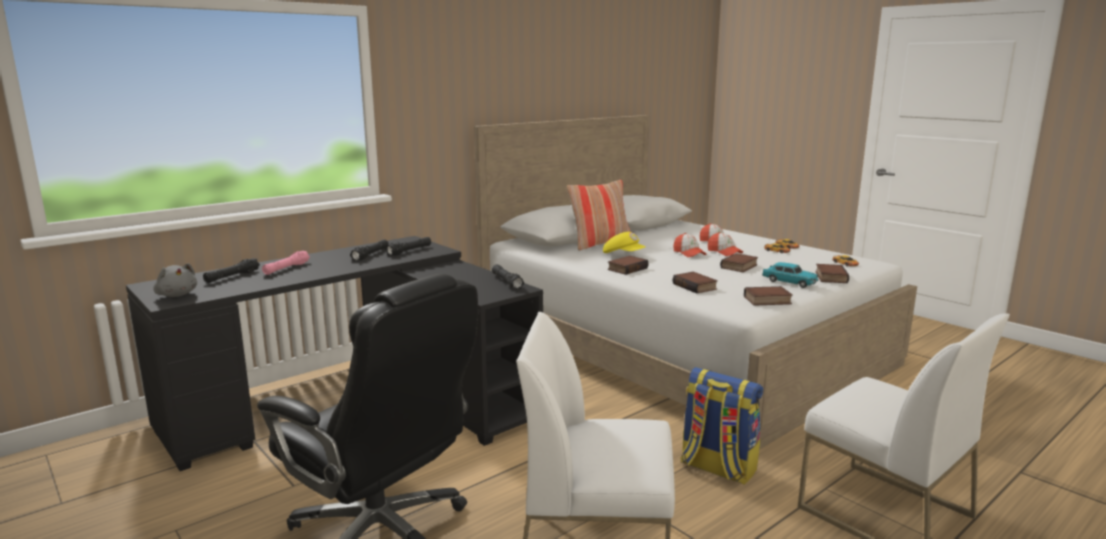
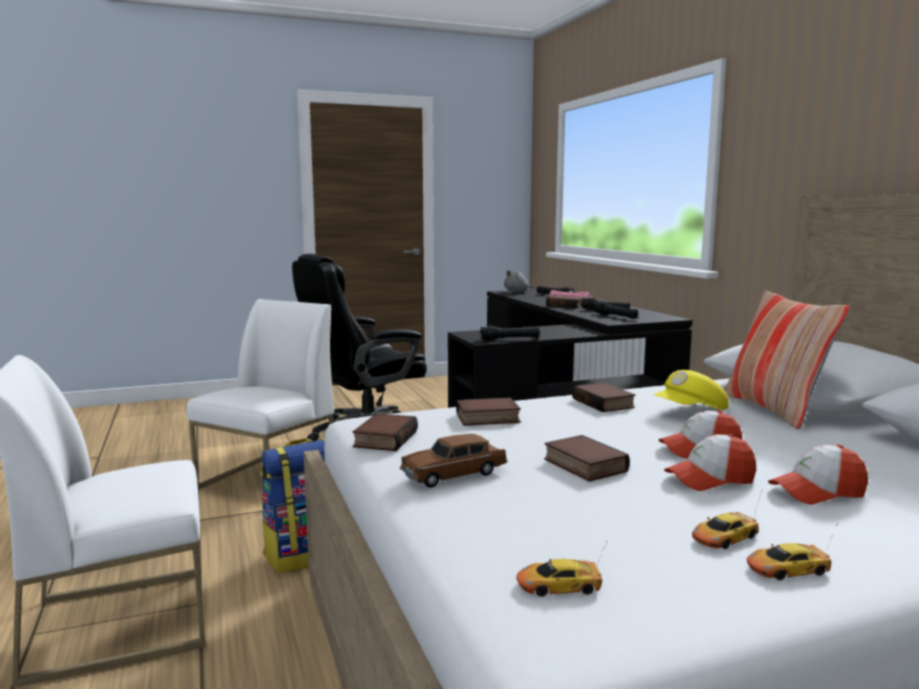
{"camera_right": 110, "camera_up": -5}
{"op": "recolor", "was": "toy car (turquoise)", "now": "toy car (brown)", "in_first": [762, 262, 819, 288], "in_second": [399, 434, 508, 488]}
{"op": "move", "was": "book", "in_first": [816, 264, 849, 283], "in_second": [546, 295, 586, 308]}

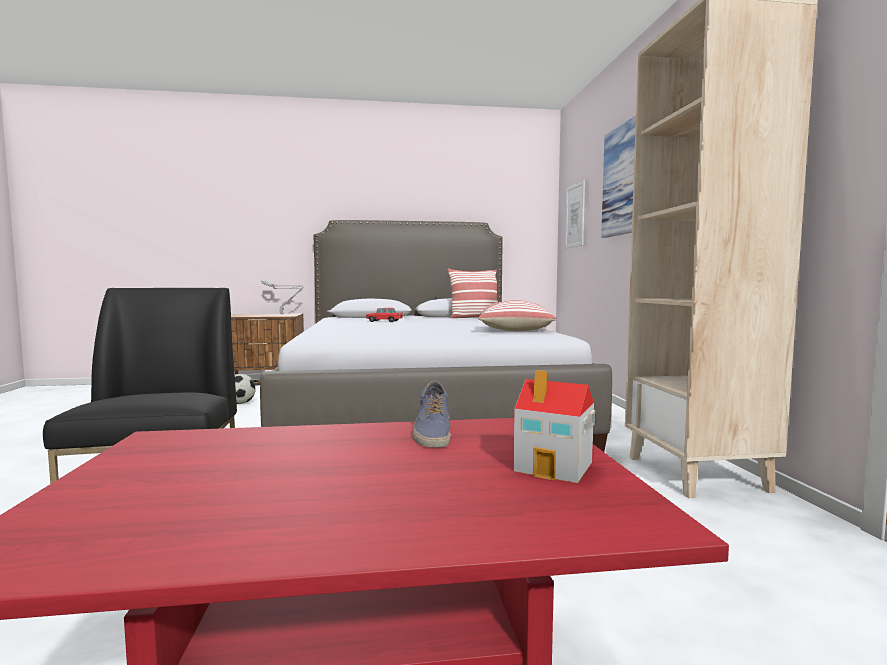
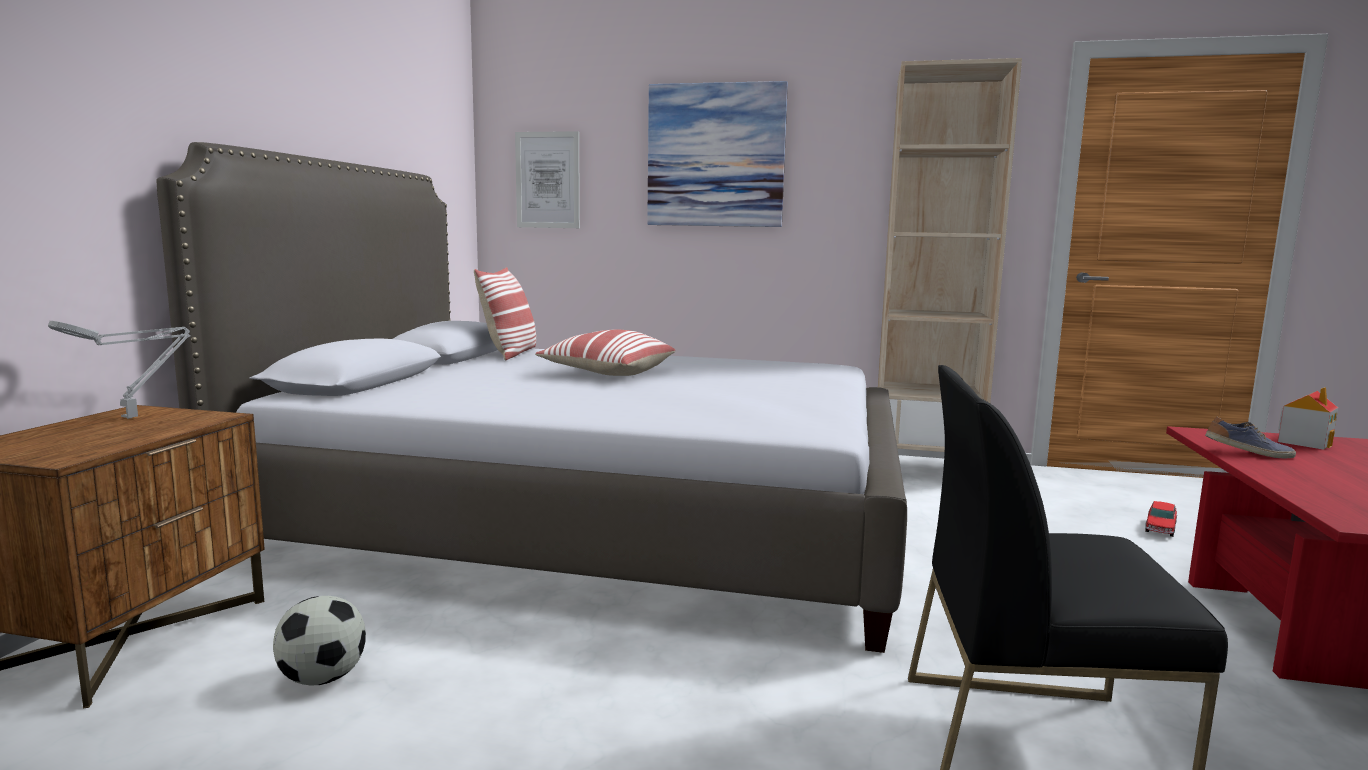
{"camera_right": -70, "camera_up": 5}
{"op": "move", "was": "toy car", "in_first": [366, 308, 403, 322], "in_second": [1145, 501, 1177, 537]}
{"op": "move", "was": "pillow", "in_first": [478, 300, 557, 331], "in_second": [535, 330, 675, 376]}

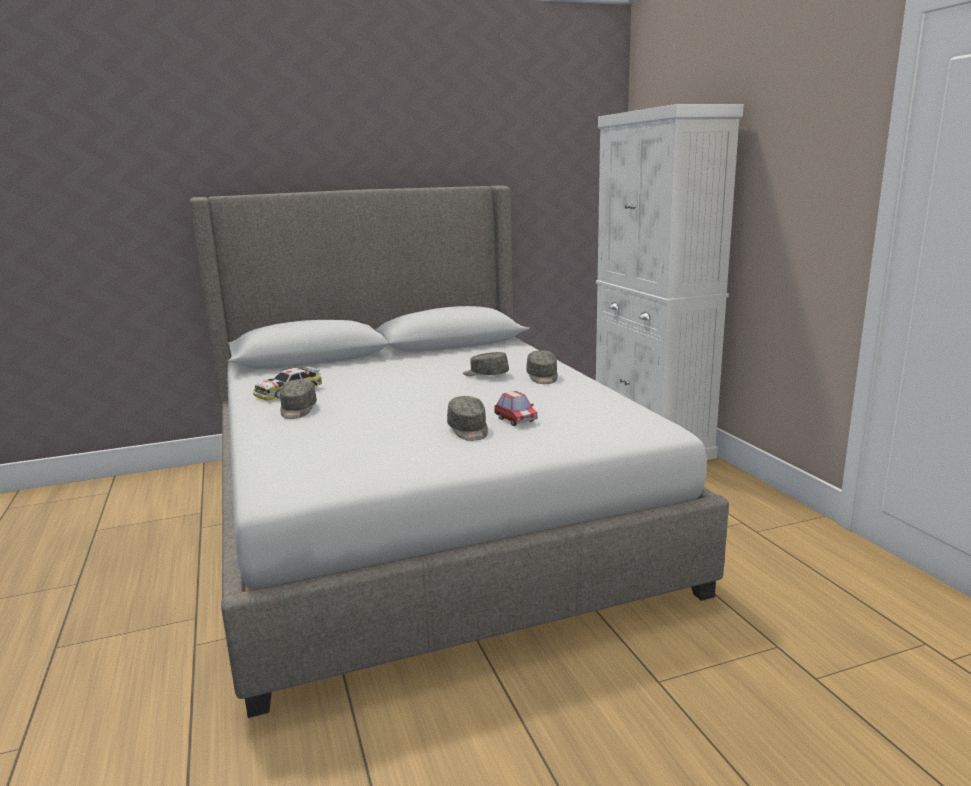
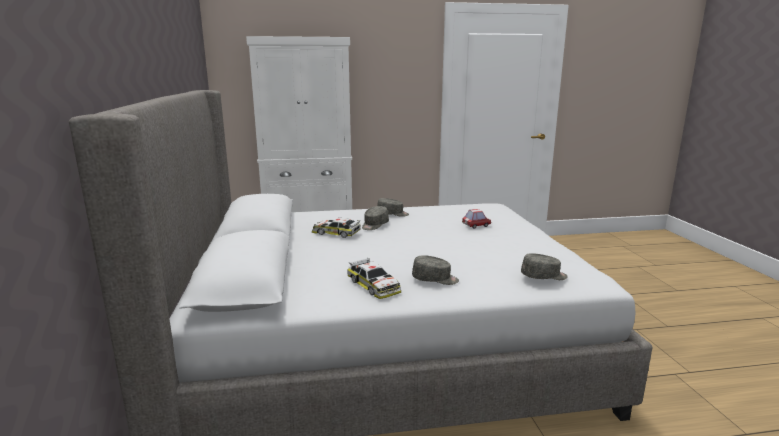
{"camera_right": -80, "camera_up": 0}
{"op": "move", "was": "cap (grey)", "in_first": [447, 396, 488, 441], "in_second": [521, 253, 568, 280]}
{"op": "insert", "now": "toy car", "in_second": [312, 218, 361, 238]}

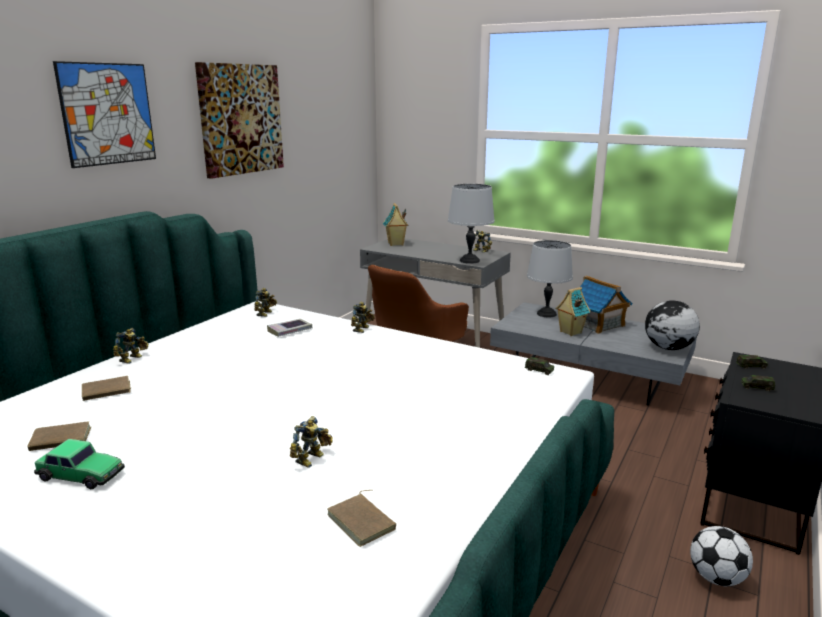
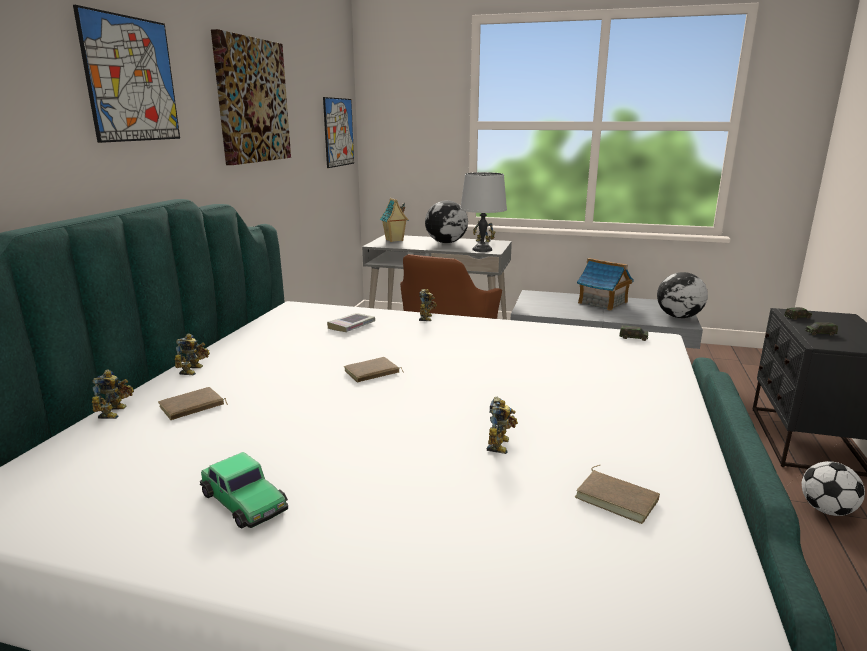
{"camera_right": -15, "camera_up": 0}
{"op": "move", "was": "book (brown)", "in_first": [27, 421, 91, 451], "in_second": [344, 357, 404, 382]}
{"op": "rotate", "was": "toy car", "in_first": [34, 439, 125, 489], "in_second": [200, 452, 288, 529], "clockwise": 45}
{"op": "move", "was": "toy robot", "in_first": [254, 288, 277, 317], "in_second": [92, 369, 134, 419]}
{"op": "delete", "was": "table lamp (grey)", "in_first": [527, 240, 573, 317]}
{"op": "delete", "was": "toy house", "in_first": [555, 287, 591, 336]}
{"op": "insert", "now": "picture", "in_second": [323, 97, 354, 168]}
{"op": "insert", "now": "globe", "in_second": [425, 200, 468, 243]}

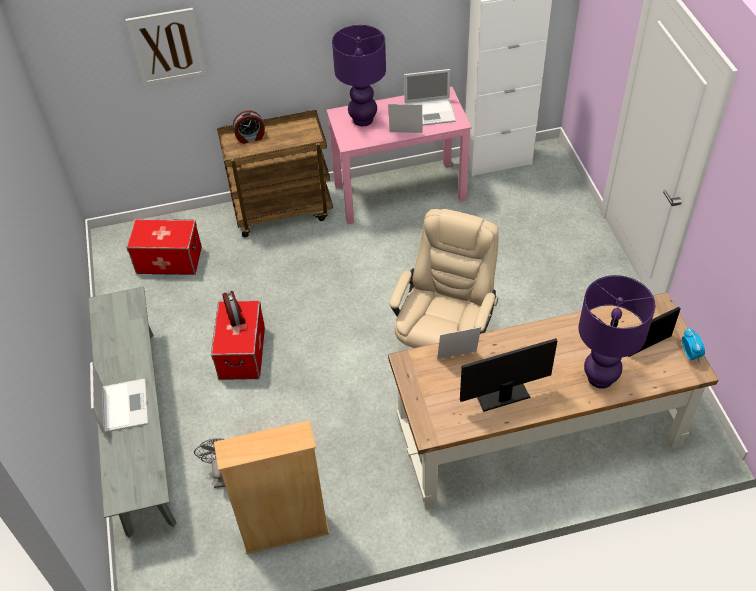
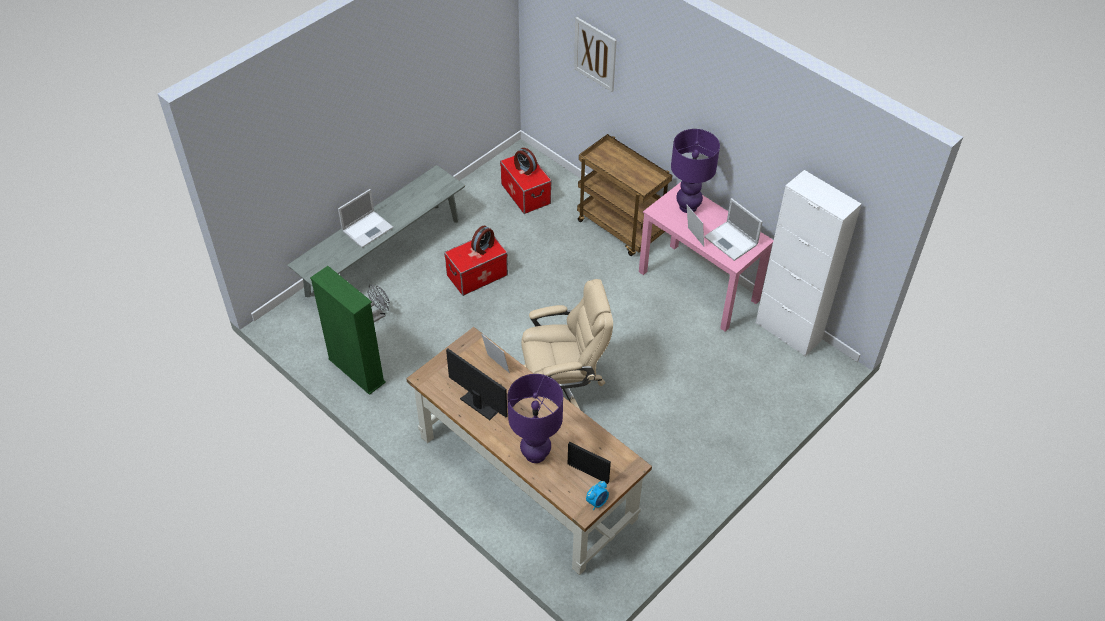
{"camera_right": 55, "camera_up": 0}
{"op": "recolor", "was": "bookcase (beige)", "now": "bookcase (green)", "in_first": [214, 420, 330, 554], "in_second": [310, 266, 386, 395]}
{"op": "move", "was": "alarm clock", "in_first": [233, 111, 265, 144], "in_second": [514, 148, 537, 175]}

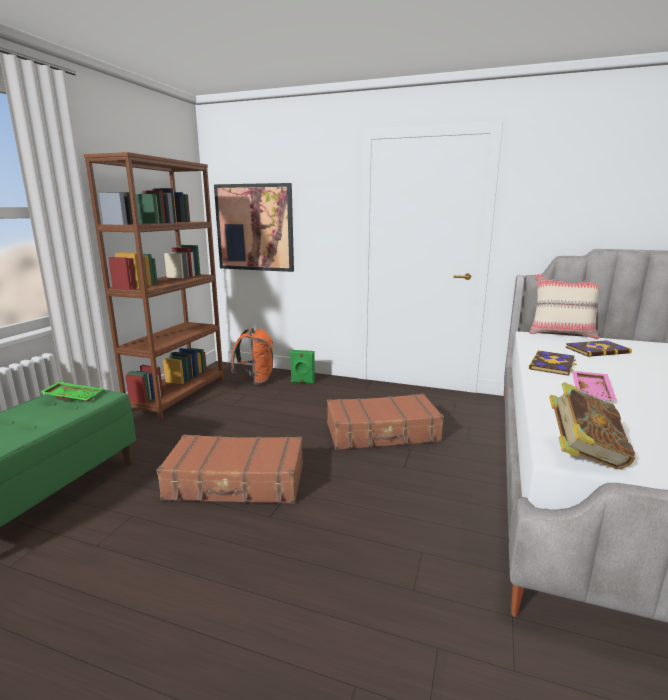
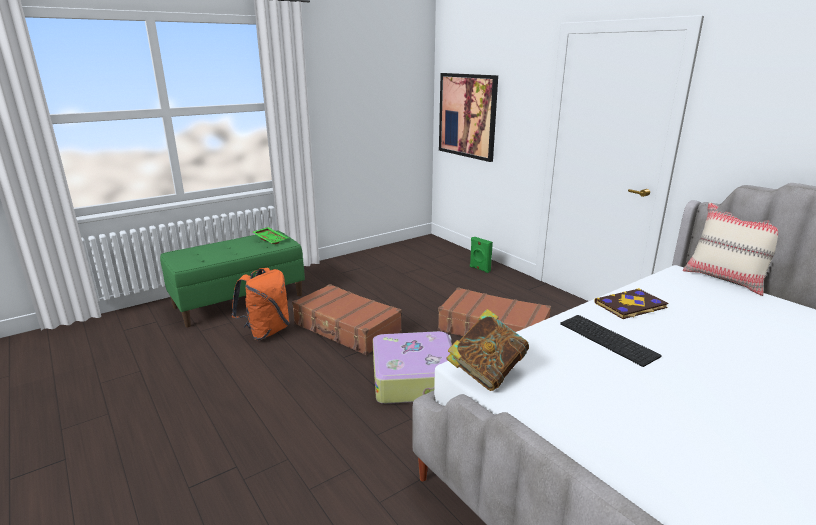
{"camera_right": 35, "camera_up": 5}
{"op": "delete", "was": "bookcase (brown)", "in_first": [84, 152, 224, 419]}
{"op": "move", "was": "backpack (orange)", "in_first": [231, 328, 273, 385], "in_second": [232, 268, 290, 340]}
{"op": "delete", "was": "book", "in_first": [565, 340, 632, 357]}
{"op": "replace", "was": "tray (pink)", "now": "keyboard", "in_first": [572, 371, 617, 401], "in_second": [560, 315, 662, 367]}
{"op": "insert", "now": "suitcase", "in_second": [373, 331, 452, 404]}

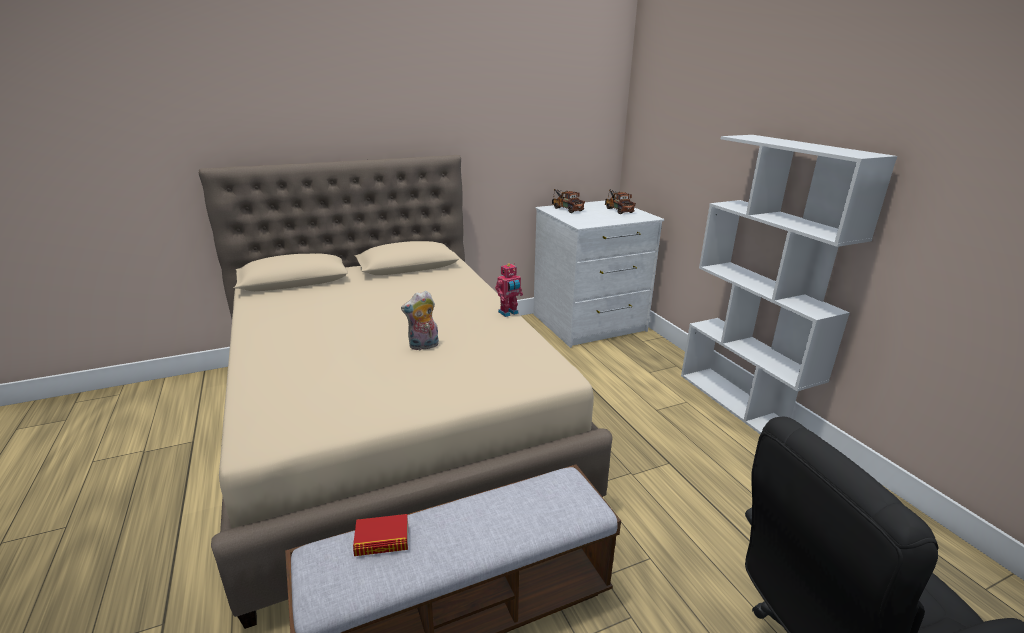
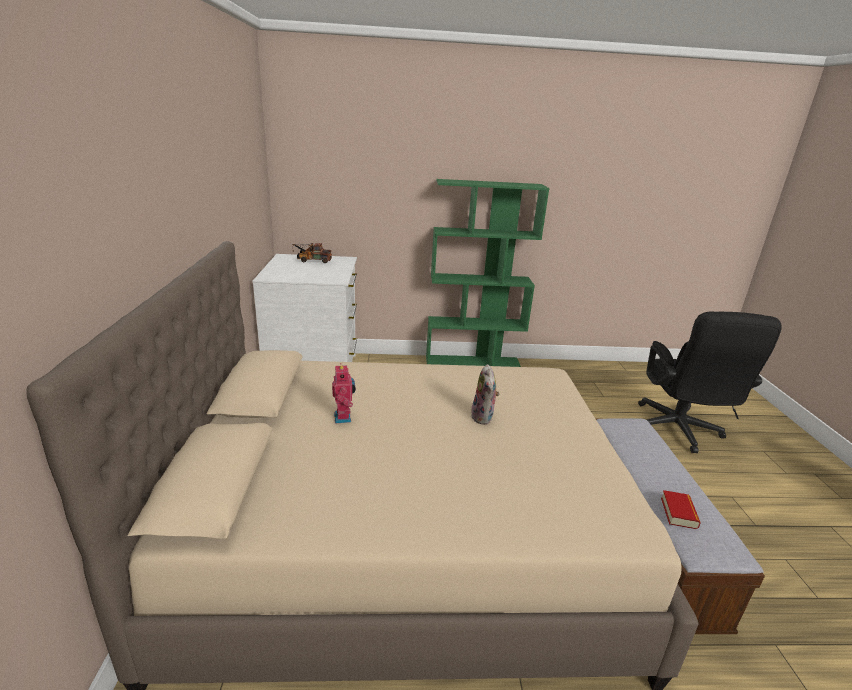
{"camera_right": -70, "camera_up": 0}
{"op": "move", "was": "toy robot", "in_first": [495, 263, 523, 317], "in_second": [332, 363, 356, 424]}
{"op": "delete", "was": "toy truck", "in_first": [552, 189, 585, 213]}
{"op": "recolor", "was": "bookcase (white)", "now": "bookcase (green)", "in_first": [681, 135, 897, 435], "in_second": [426, 179, 549, 367]}

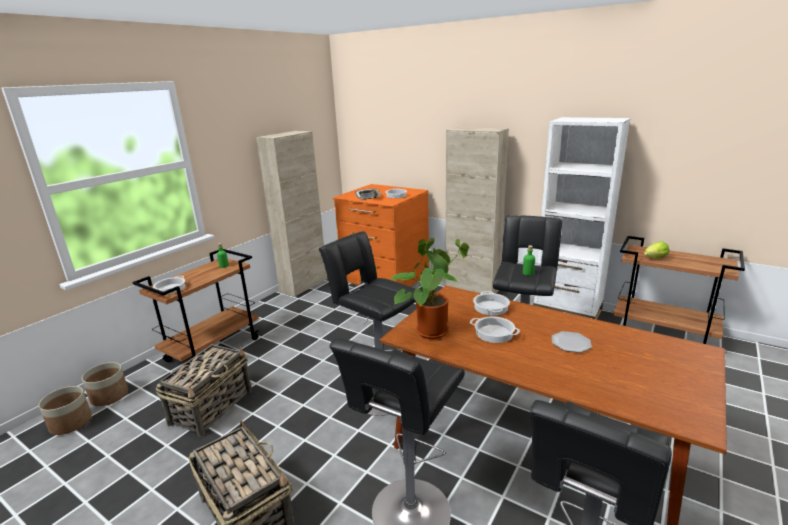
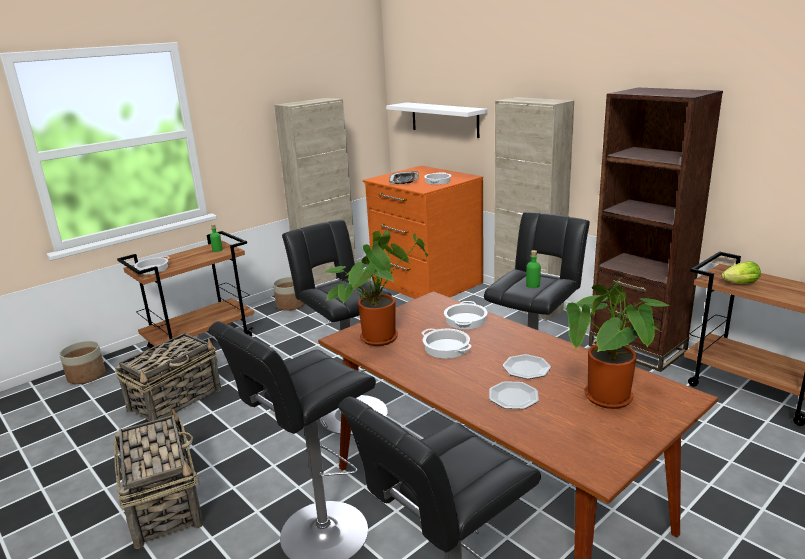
{"camera_right": 15, "camera_up": 0}
{"op": "move", "was": "planter", "in_first": [38, 386, 92, 435], "in_second": [273, 277, 305, 311]}
{"op": "recolor", "was": "bookcase (white)", "now": "bookcase (brown)", "in_first": [533, 117, 631, 320], "in_second": [589, 88, 723, 372]}
{"op": "insert", "now": "shelf (white)", "in_second": [386, 102, 488, 138]}
{"op": "insert", "now": "plate", "in_second": [489, 381, 539, 409]}
{"op": "insert", "now": "potted plant", "in_second": [566, 279, 672, 409]}

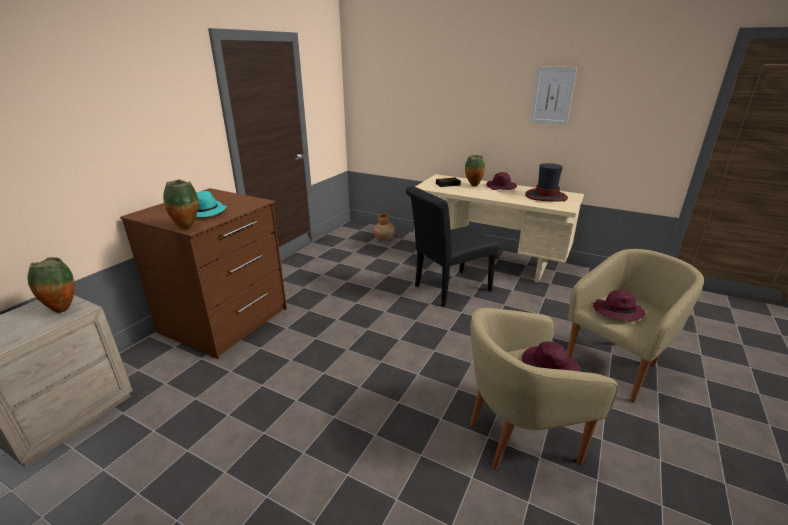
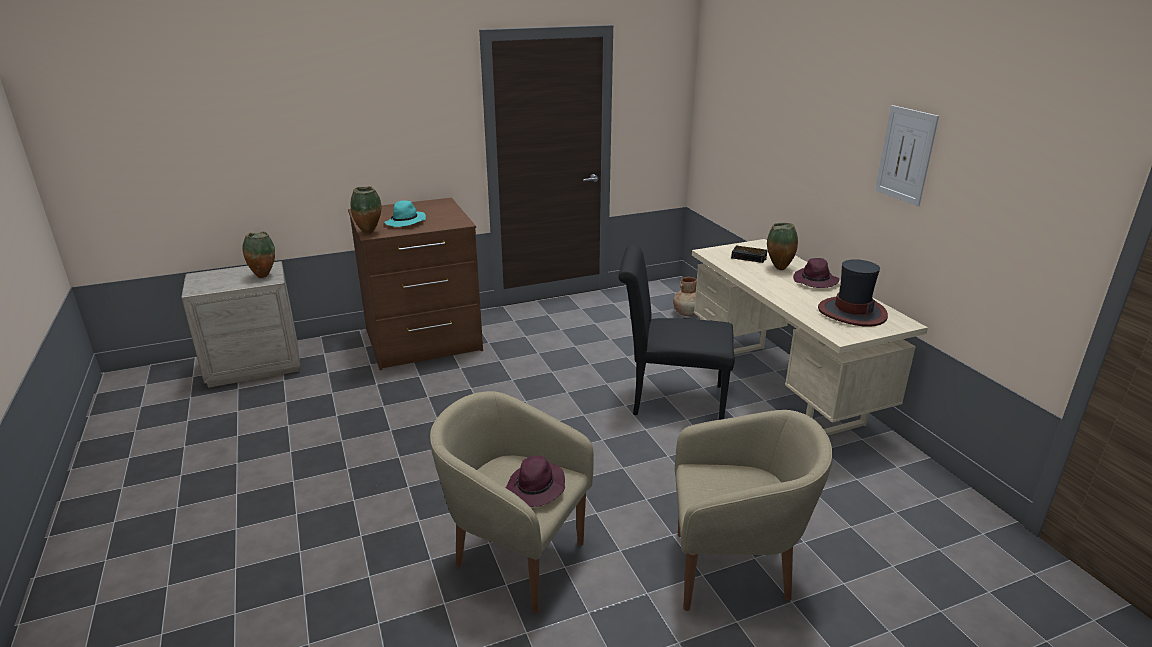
{"camera_right": 40, "camera_up": 0}
{"op": "delete", "was": "hat (purple)", "in_first": [593, 290, 646, 322]}

